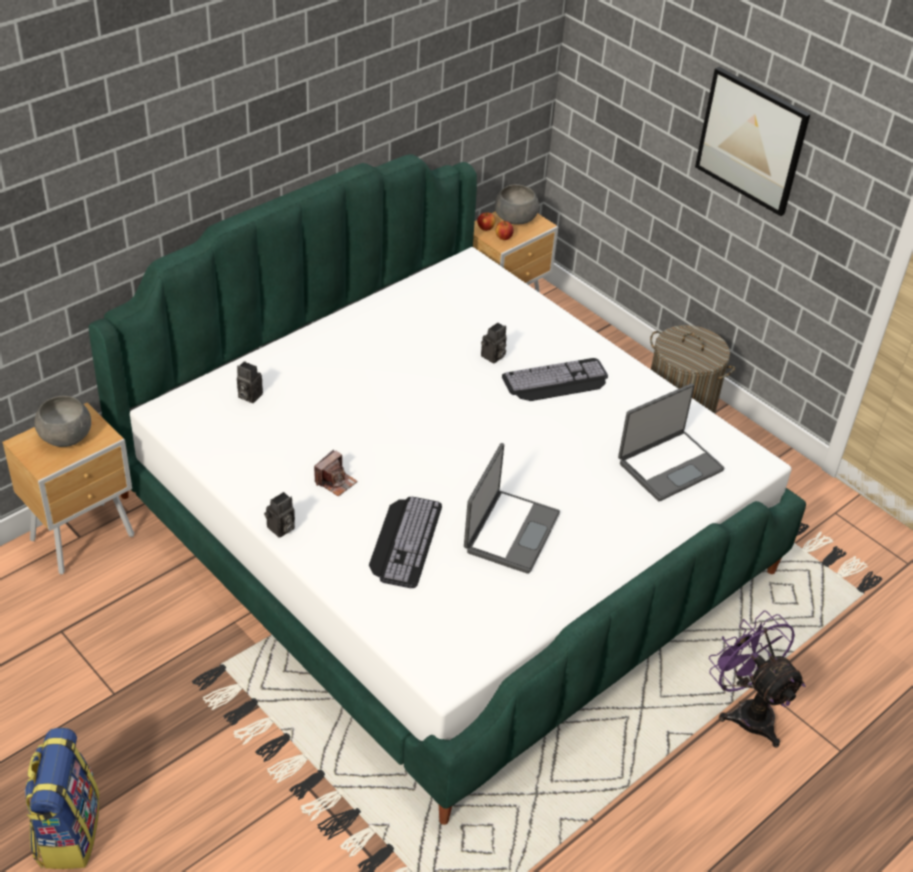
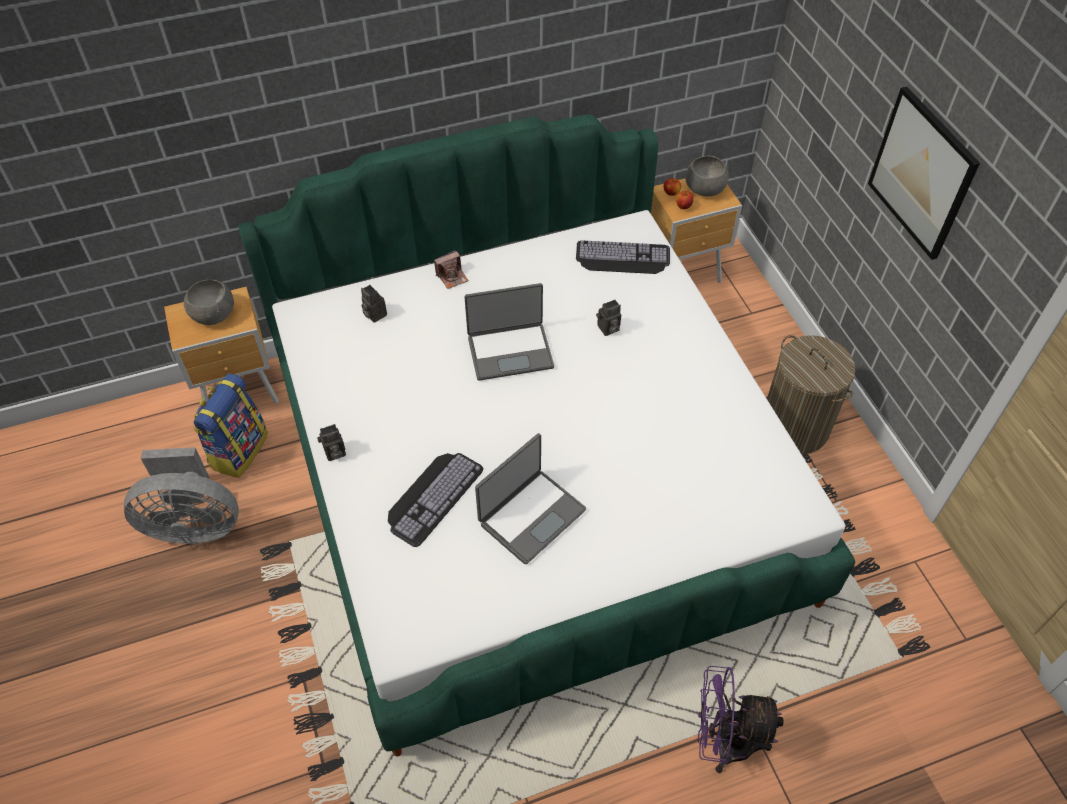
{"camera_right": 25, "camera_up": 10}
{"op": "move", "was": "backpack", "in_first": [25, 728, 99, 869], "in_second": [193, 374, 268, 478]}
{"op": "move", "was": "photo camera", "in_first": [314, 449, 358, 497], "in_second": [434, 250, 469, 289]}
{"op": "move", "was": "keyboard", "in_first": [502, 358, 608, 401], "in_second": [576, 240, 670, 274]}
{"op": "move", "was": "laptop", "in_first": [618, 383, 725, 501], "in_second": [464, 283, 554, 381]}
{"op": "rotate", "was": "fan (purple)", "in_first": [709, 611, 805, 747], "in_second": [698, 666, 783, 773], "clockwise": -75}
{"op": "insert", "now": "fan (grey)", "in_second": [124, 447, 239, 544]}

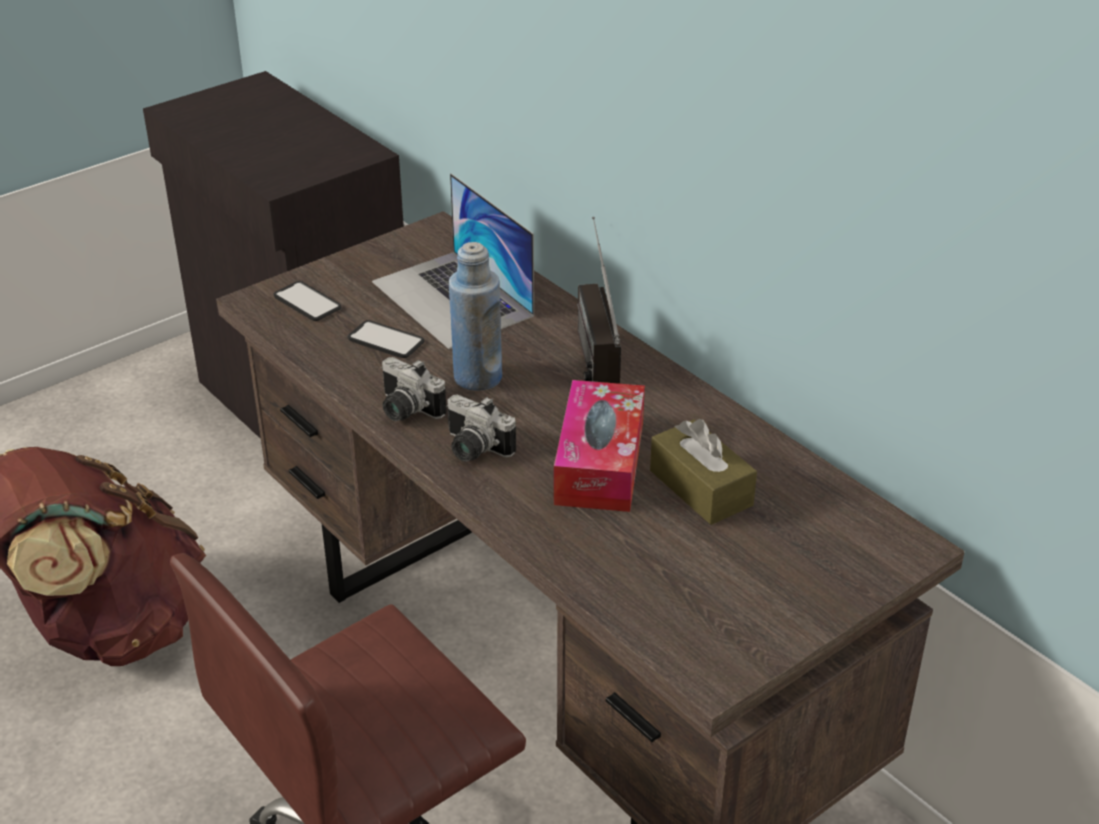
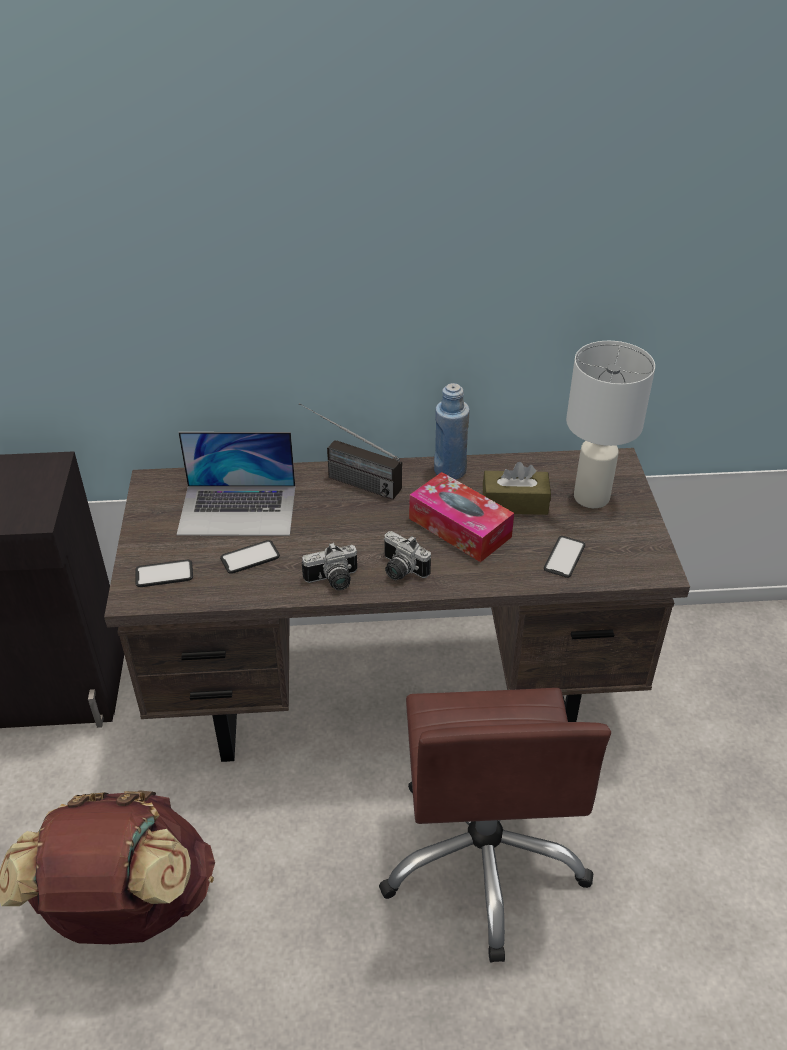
{"camera_right": -55, "camera_up": 5}
{"op": "rotate", "was": "photo camera", "in_first": [446, 395, 516, 462], "in_second": [383, 531, 431, 580], "clockwise": 60}
{"op": "move", "was": "bottle (blue)", "in_first": [449, 242, 502, 391], "in_second": [434, 383, 469, 480]}
{"op": "insert", "now": "phone", "in_second": [544, 536, 585, 578]}
{"op": "insert", "now": "table lamp (white)", "in_second": [566, 341, 655, 508]}

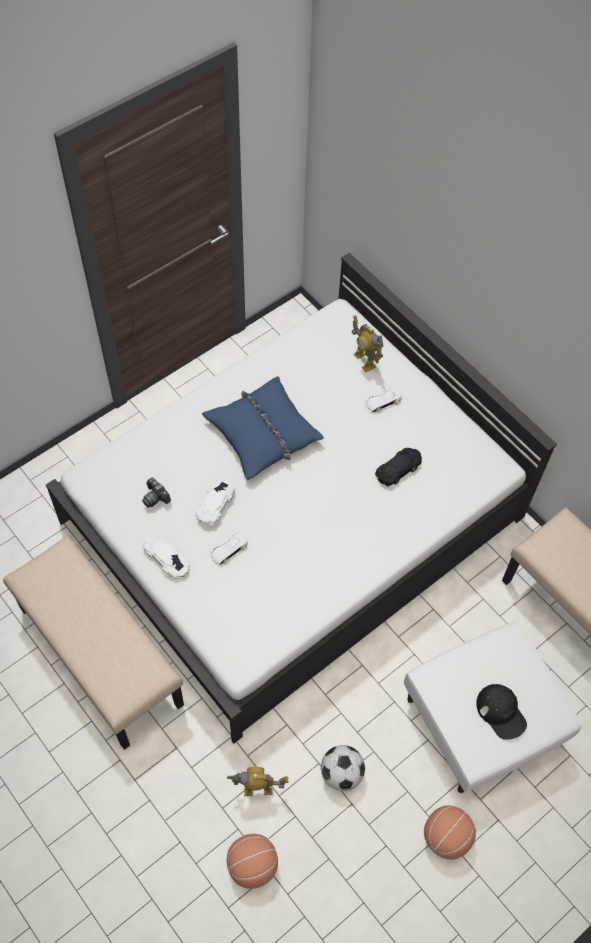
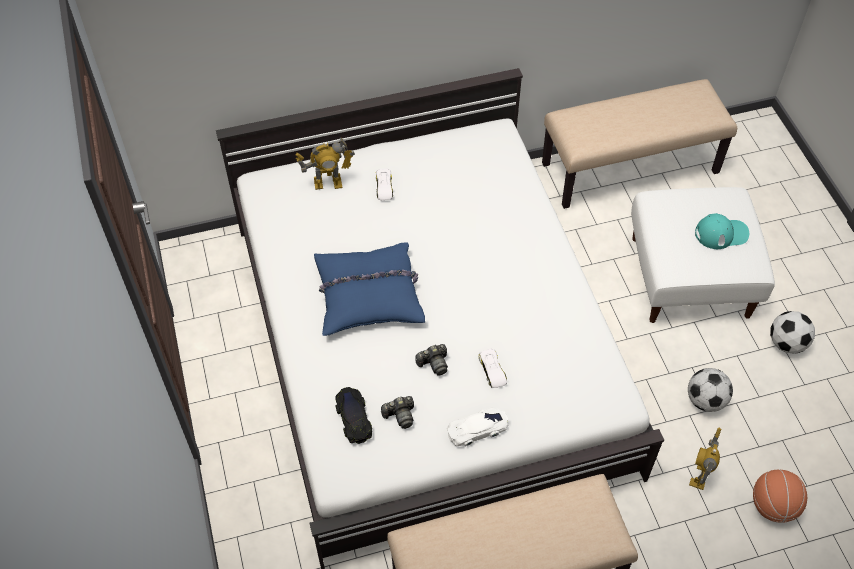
{"camera_right": -65, "camera_up": -5}
{"op": "replace", "was": "toy car (white)", "now": "photo camera", "in_first": [196, 479, 235, 526], "in_second": [416, 344, 448, 376]}
{"op": "move", "was": "toy car (black)", "in_first": [375, 448, 422, 486], "in_second": [335, 387, 372, 444]}
{"op": "replace", "was": "basketball", "now": "football", "in_first": [424, 805, 476, 860], "in_second": [770, 311, 815, 354]}
{"op": "recolor", "was": "cap (black)", "now": "cap (turquoise)", "in_first": [476, 684, 527, 740], "in_second": [695, 213, 749, 249]}

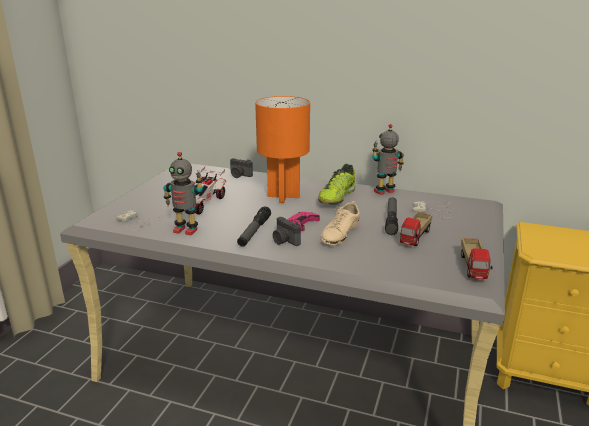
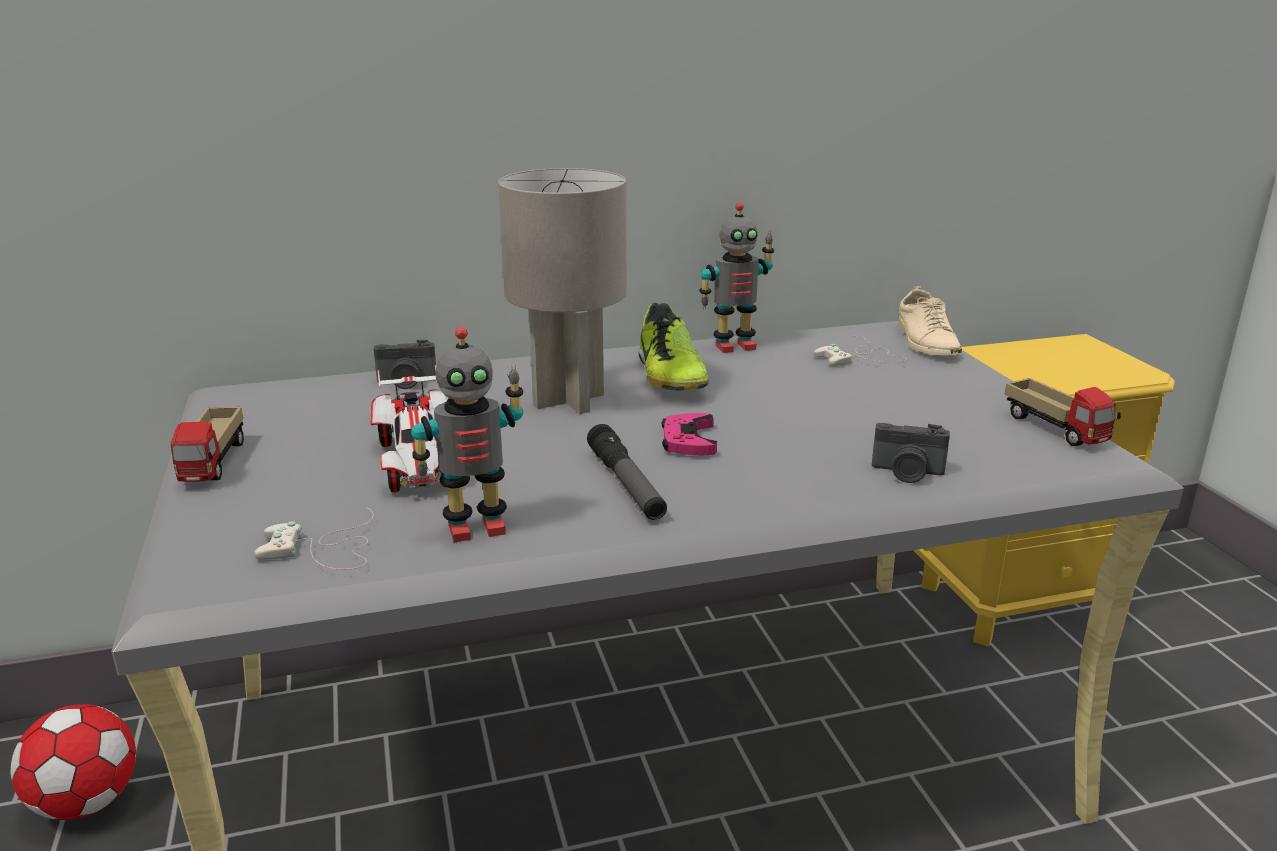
{"camera_right": -35, "camera_up": 0}
{"op": "recolor", "was": "table lamp (orange)", "now": "table lamp (grey)", "in_first": [255, 96, 310, 203], "in_second": [498, 168, 627, 414]}
{"op": "move", "was": "photo camera", "in_first": [273, 217, 301, 246], "in_second": [872, 423, 950, 483]}
{"op": "move", "was": "shoe (beige)", "in_first": [320, 201, 360, 245], "in_second": [898, 287, 962, 356]}
{"op": "rotate", "was": "toy robot", "in_first": [372, 124, 404, 195], "in_second": [699, 203, 774, 353], "clockwise": -135}
{"op": "delete", "was": "flashlight", "in_first": [385, 197, 398, 235]}
{"op": "move", "was": "toy truck", "in_first": [400, 212, 432, 246], "in_second": [171, 407, 244, 482]}
{"op": "insert", "now": "football", "in_second": [11, 704, 136, 820]}

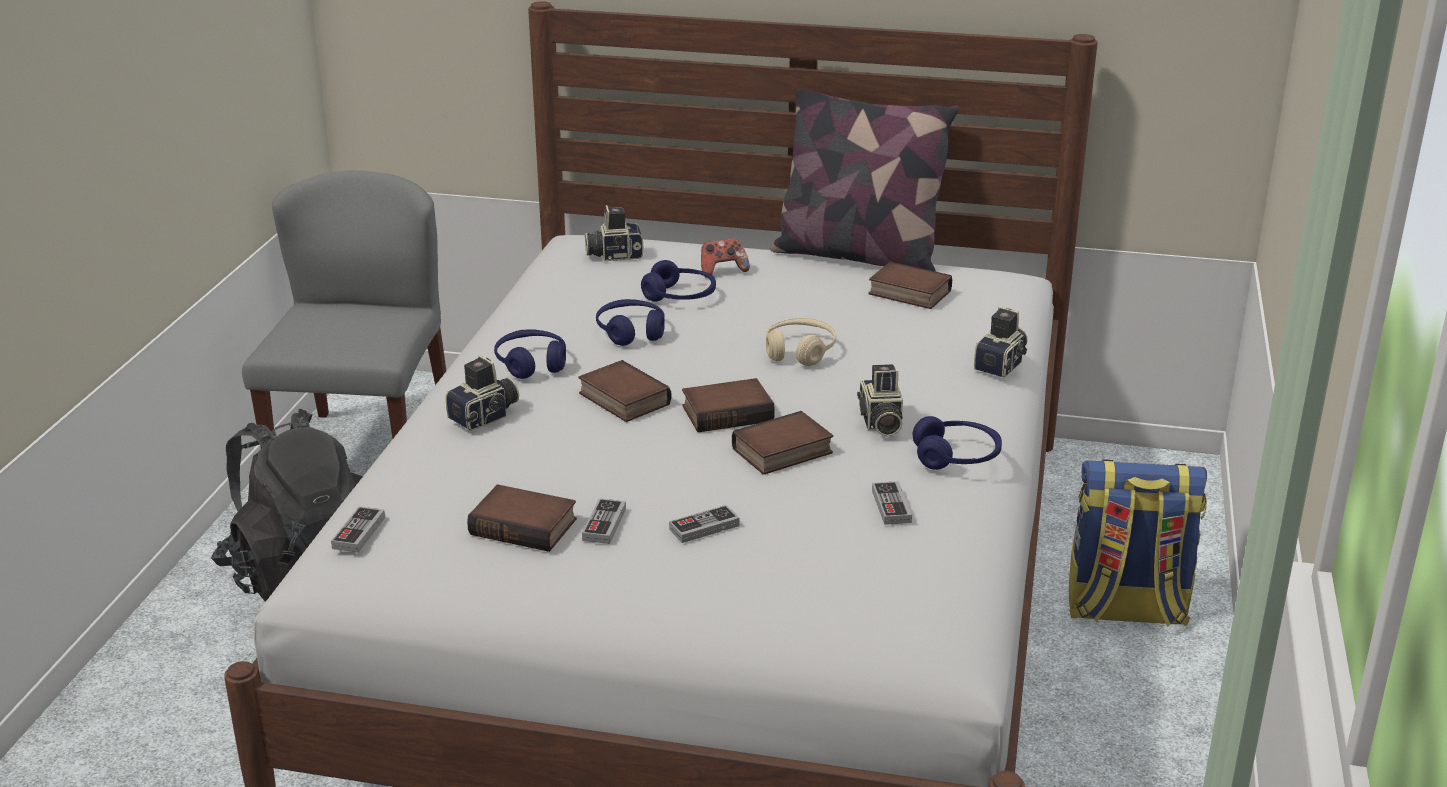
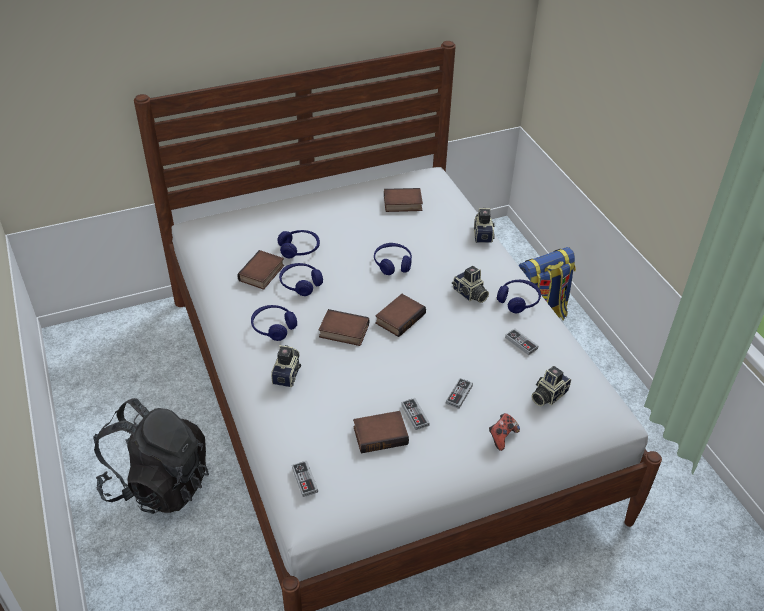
{"camera_right": -35, "camera_up": 15}
{"op": "delete", "was": "chair (grey)", "in_first": [242, 170, 446, 449]}
{"op": "move", "was": "photo camera", "in_first": [585, 205, 643, 261], "in_second": [532, 366, 571, 406]}
{"op": "move", "was": "game controller", "in_first": [701, 238, 750, 278], "in_second": [489, 413, 520, 451]}
{"op": "move", "was": "book", "in_first": [732, 411, 833, 475], "in_second": [237, 250, 284, 290]}
{"op": "recolor", "was": "headphones (beige)", "now": "headphones (blue)", "in_first": [766, 318, 836, 366], "in_second": [374, 243, 412, 275]}
{"op": "delete", "was": "pillow", "in_first": [771, 89, 959, 272]}

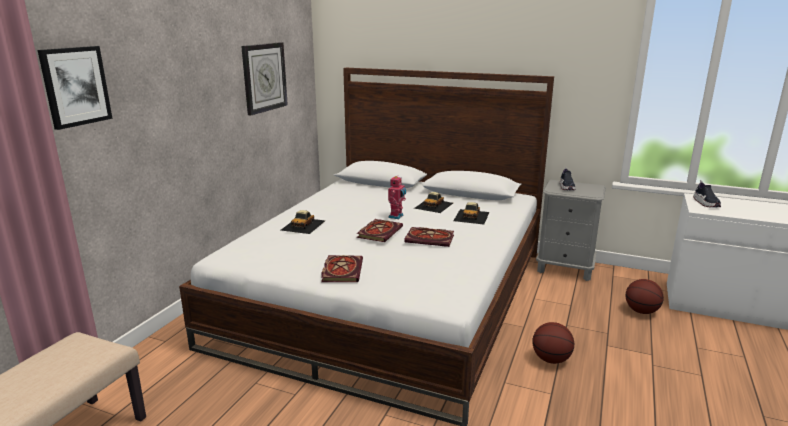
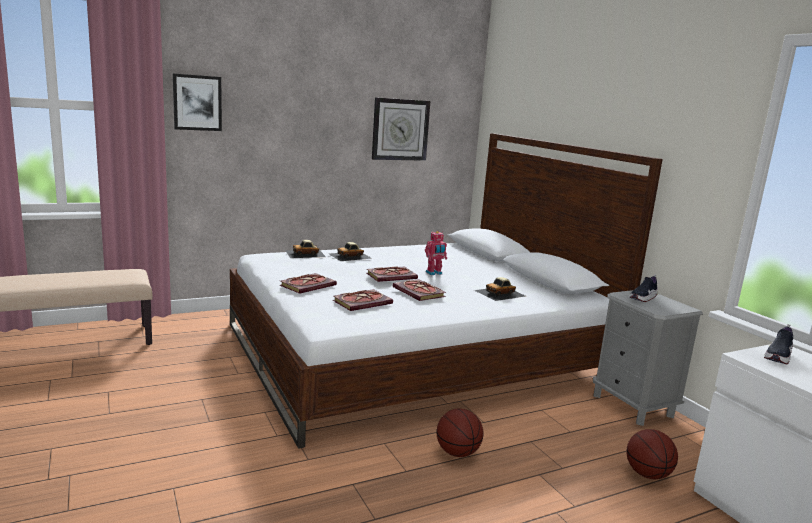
{"camera_right": 40, "camera_up": -5}
{"op": "move", "was": "toy car", "in_first": [414, 192, 453, 213], "in_second": [285, 240, 326, 258]}
{"op": "insert", "now": "book", "in_second": [333, 289, 393, 311]}

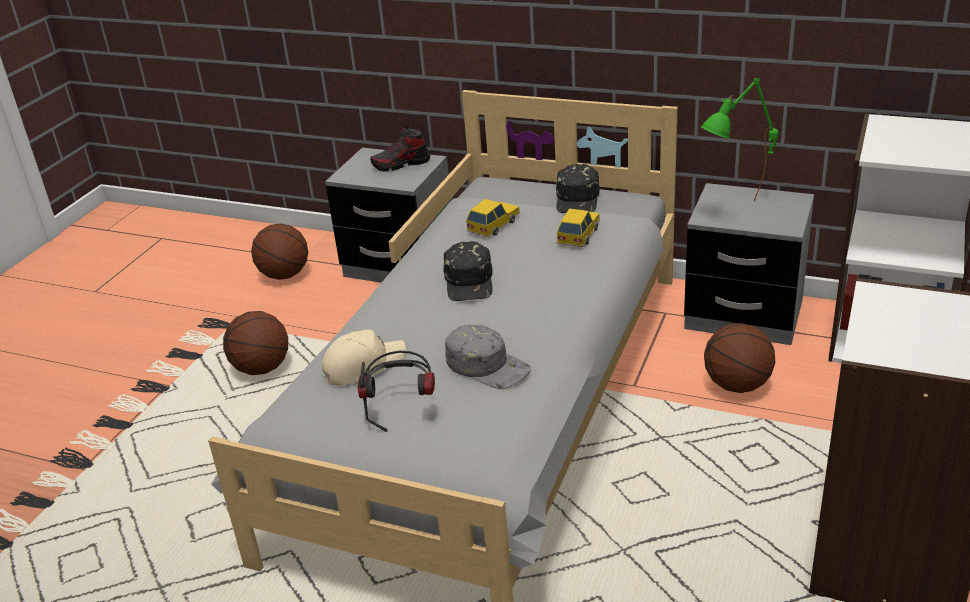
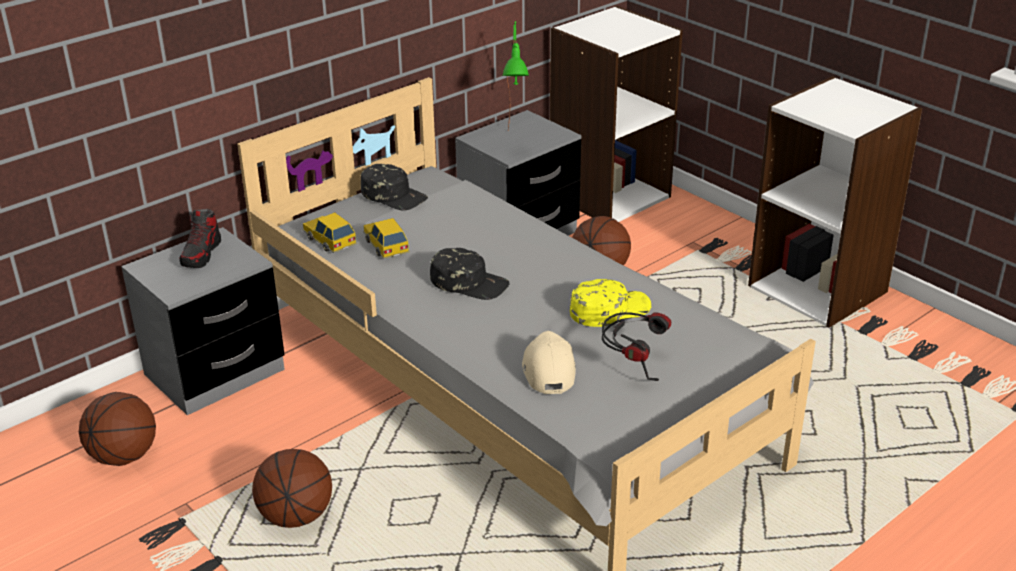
{"camera_right": -65, "camera_up": 0}
{"op": "recolor", "was": "cap (grey)", "now": "cap (yellow)", "in_first": [445, 325, 531, 389], "in_second": [570, 279, 651, 327]}
{"op": "move", "was": "toy car", "in_first": [557, 208, 600, 247], "in_second": [302, 212, 357, 253]}

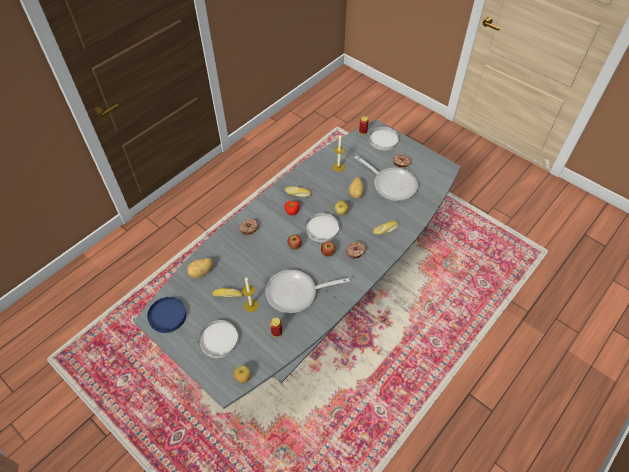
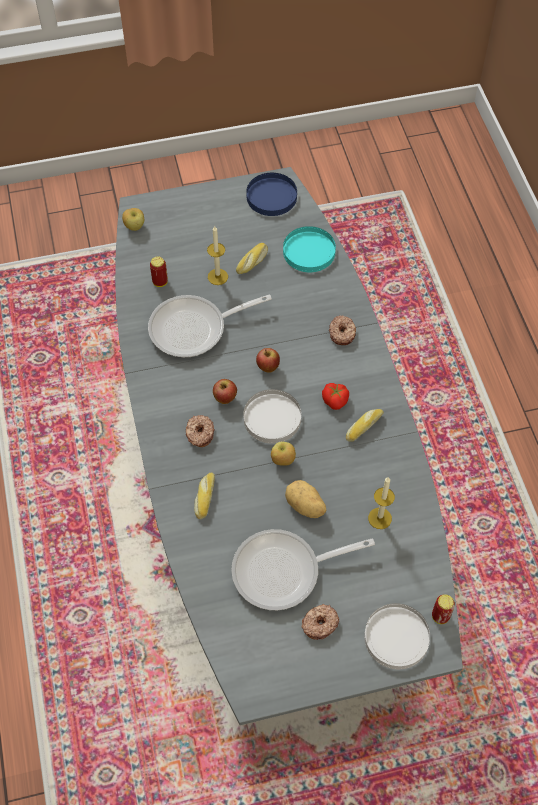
{"camera_right": 125, "camera_up": 5}
{"op": "replace", "was": "potato", "now": "plate (turquoise)", "in_first": [187, 258, 213, 278], "in_second": [283, 226, 336, 272]}
{"op": "delete", "was": "plate (white)", "in_first": [199, 320, 238, 358]}
{"op": "rotate", "was": "frying pan", "in_first": [265, 270, 350, 313], "in_second": [148, 294, 272, 357], "clockwise": -135}

